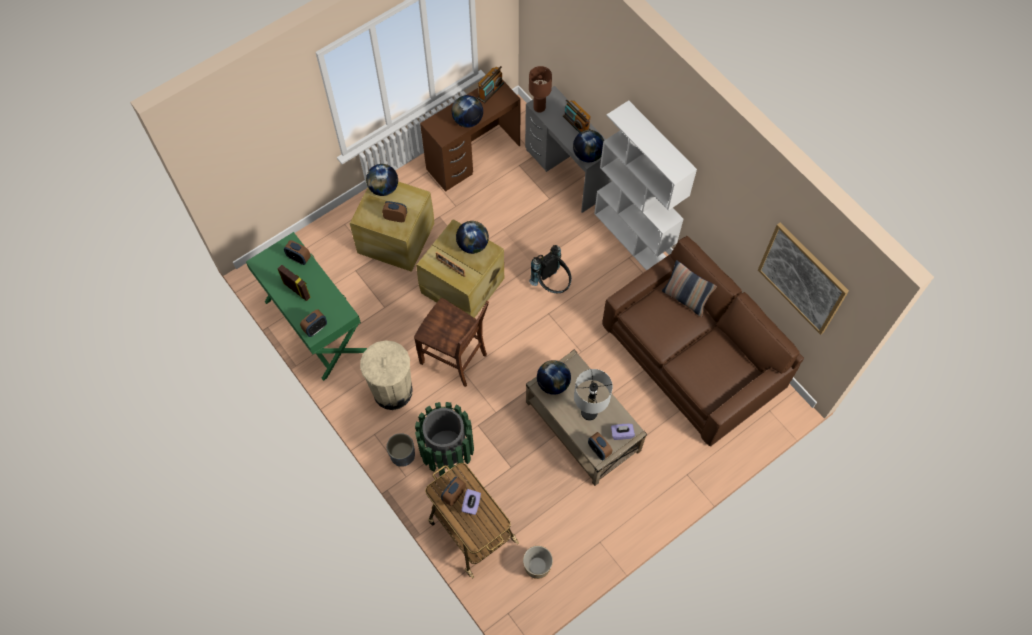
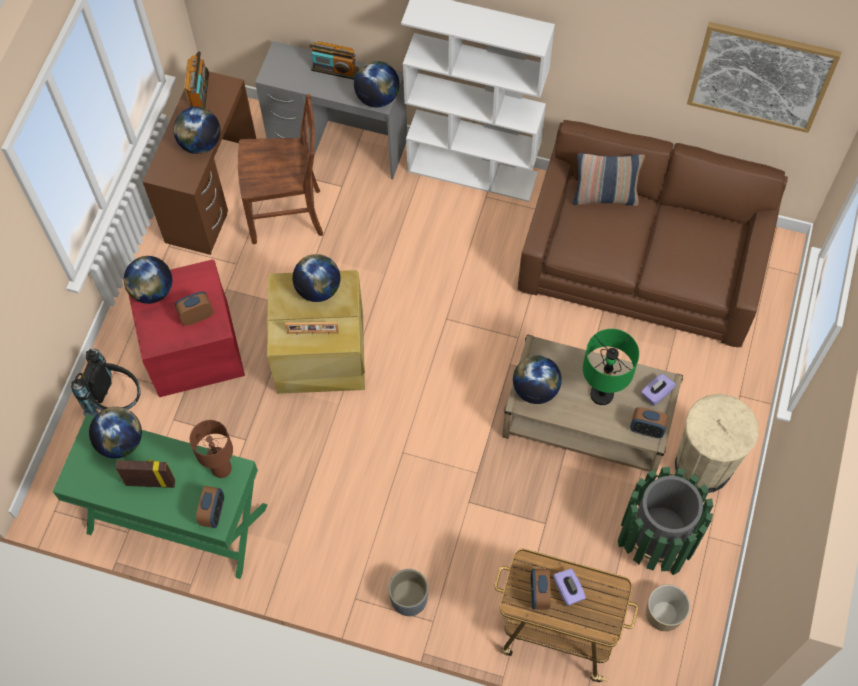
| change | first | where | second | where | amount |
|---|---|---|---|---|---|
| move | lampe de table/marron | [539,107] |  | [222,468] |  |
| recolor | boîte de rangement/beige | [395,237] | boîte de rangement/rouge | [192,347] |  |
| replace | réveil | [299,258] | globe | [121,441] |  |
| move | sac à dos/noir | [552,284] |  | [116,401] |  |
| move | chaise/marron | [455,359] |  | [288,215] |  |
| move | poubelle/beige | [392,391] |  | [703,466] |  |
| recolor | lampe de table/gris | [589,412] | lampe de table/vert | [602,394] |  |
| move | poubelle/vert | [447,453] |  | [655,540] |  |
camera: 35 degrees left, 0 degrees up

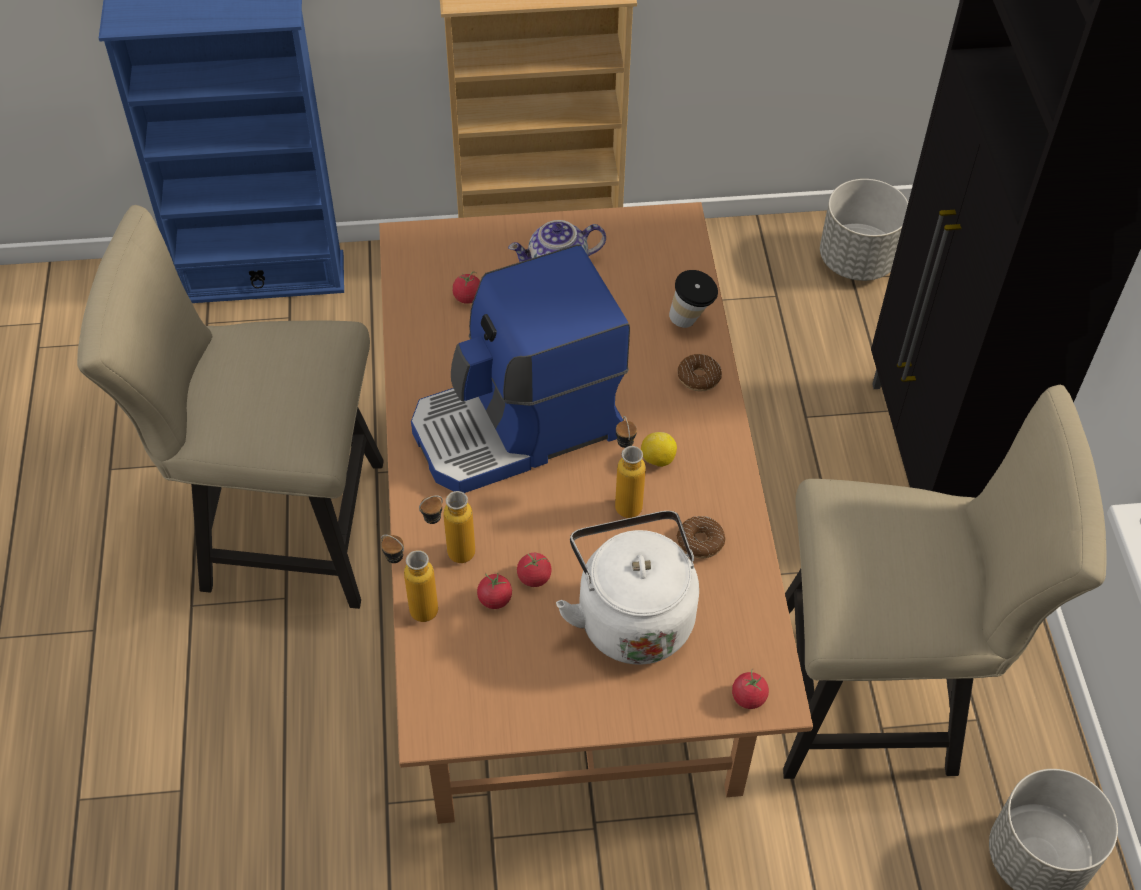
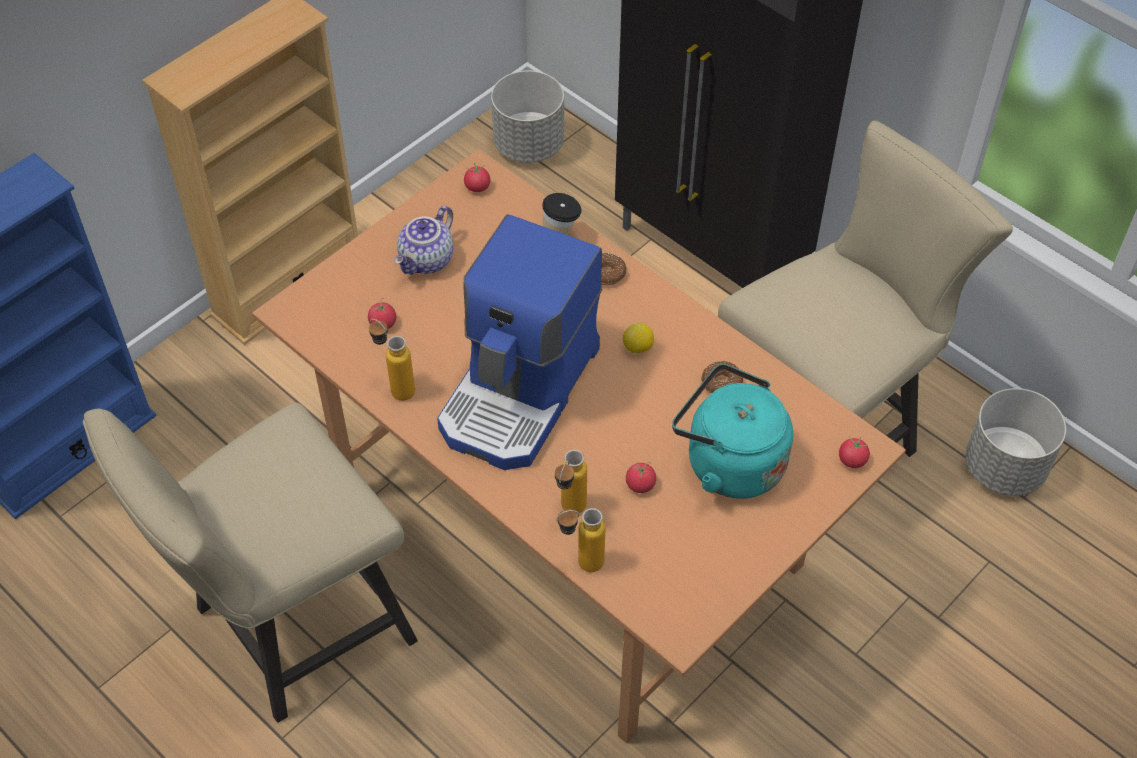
| change | first | where | second | where | amount |
|---|---|---|---|---|---|
| move | bouteille | [625,498] |  | [395,387] |  |
| recolor | bouilloire/blanc | [632,615] | bouilloire/turquoise | [729,462] |  |
| move | tomate | [495,599] |  | [477,187] |  |
camera: 40 degrees left, 0 degrees up

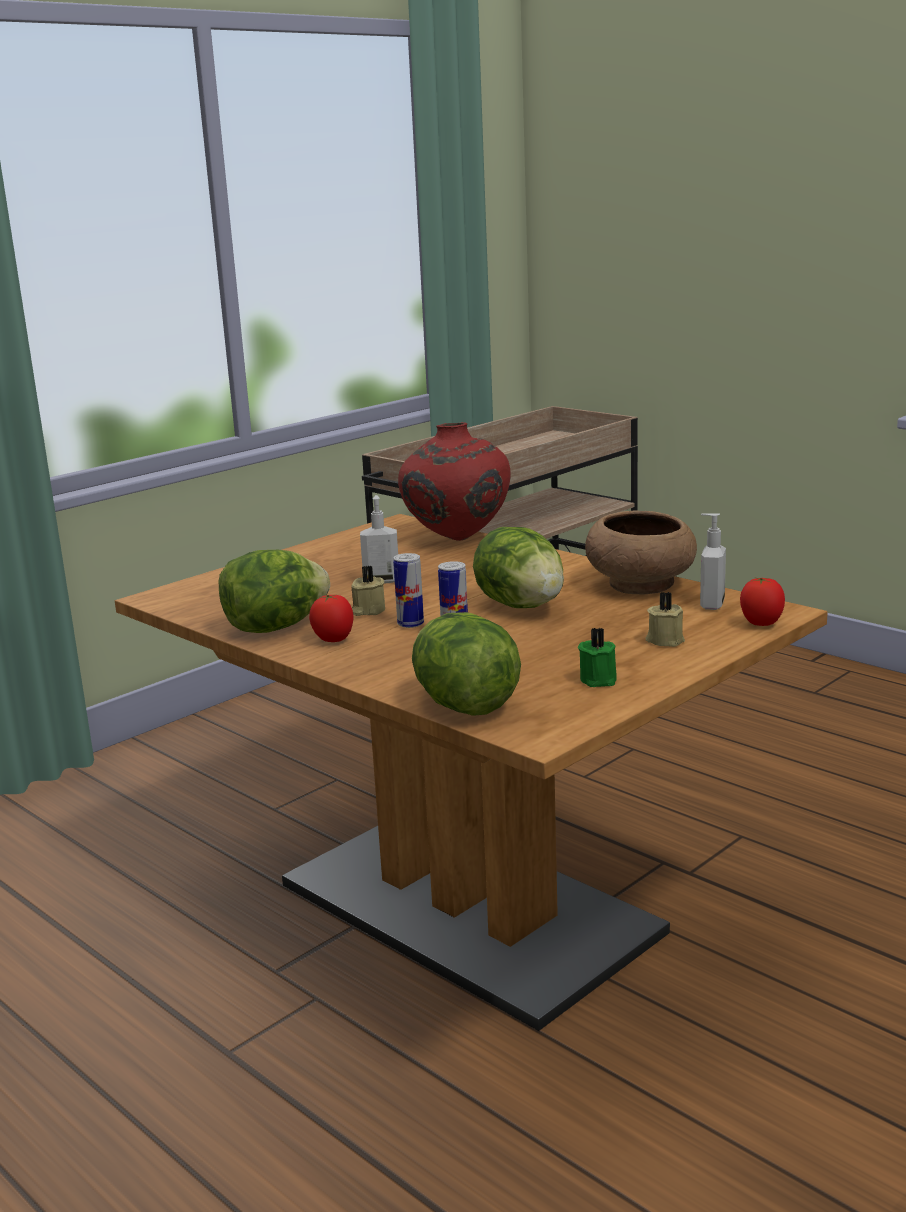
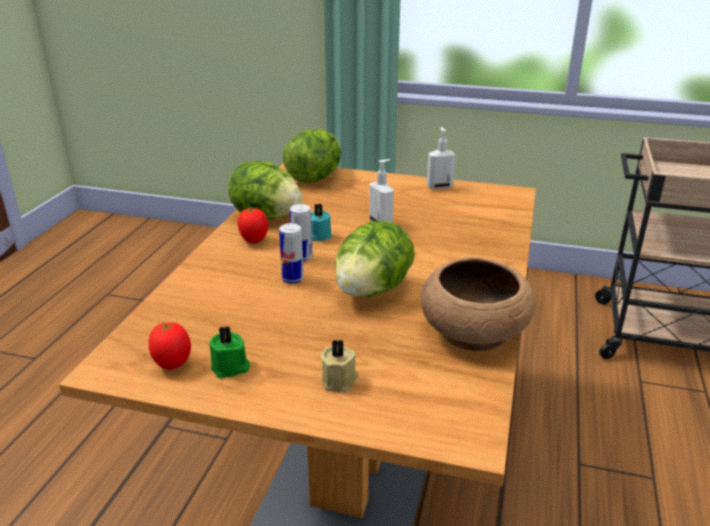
| change | first | where | second | where | amount |
|---|---|---|---|---|---|
| delete | vase/rouge | [456,539] |  |  |  |
| move | distributeur de savon | [711,604] |  | [439,187] |  |
| recolor | bougie/beige | [368,611] | bougie/turquoise | [318,235] |  |
| move | tomate | [761,624] |  | [173,364] |  |
| move | laitue | [464,705] |  | [314,178] |  |
camera: 60 degrees right, 10 degrees up

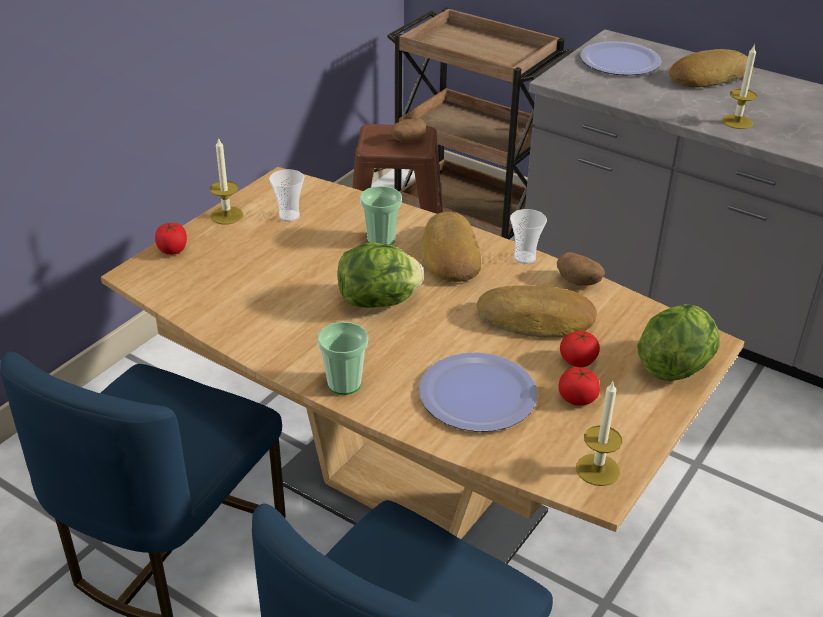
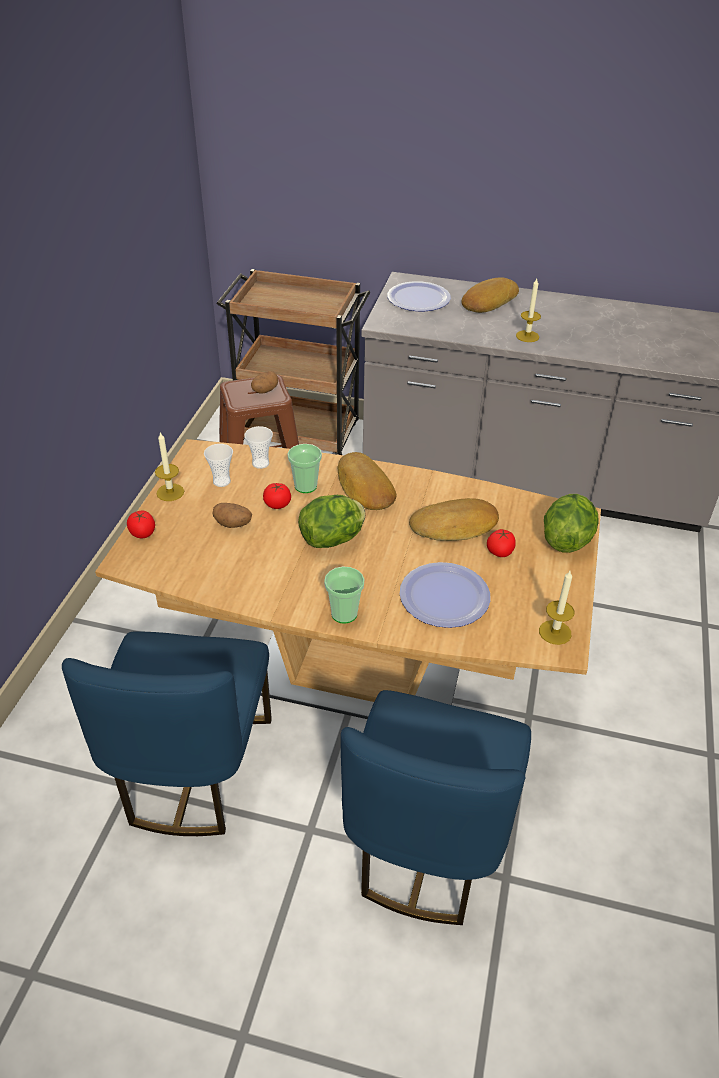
| change | first | where | second | where | amount |
|---|---|---|---|---|---|
| move | tasse | [524,257] |  | [260,463] |  |
| move | pomme de terre | [579,282] |  | [233,524] |  |
| move | tomate | [577,398] |  | [277,504] |  |
camera: 20 degrees left, 5 degrees up

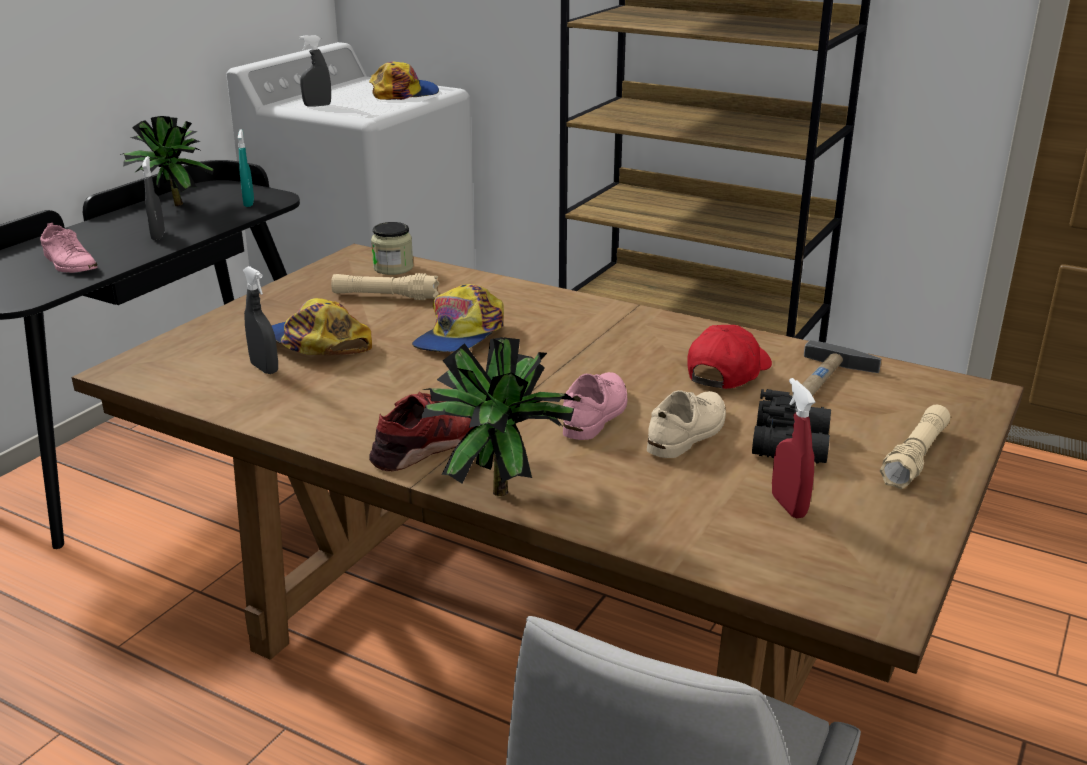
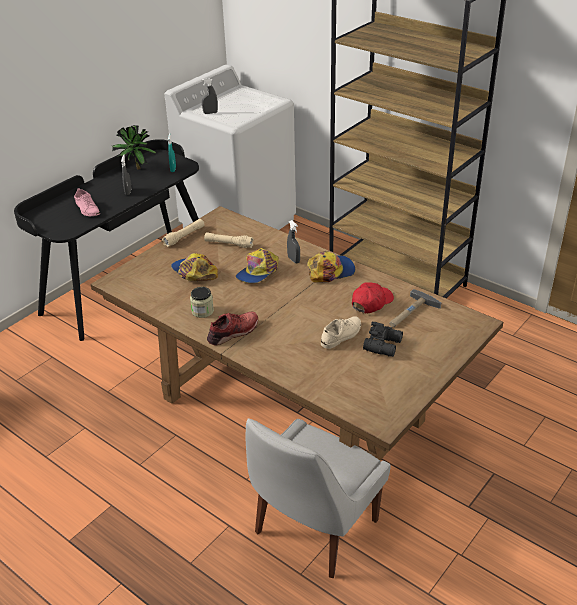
| change | first | where | second | where | amount |
|---|---|---|---|---|---|
| move | casquette | [404,93] |  | [330,271] |  |
| move | bocal | [393,268] |  | [202,311] |  |
| move | vaporisateur/gris | [264,368] |  | [293,260] |  |
| delete | plante en pot | [498,487] |  |  |  |
| delete | chaussure/rose | [596,413] |  |  |  |
| delete | vaporisateur/rouge | [788,506] |  |  |  |
| move | lampe de poche/beige | [915,457] |  | [184,236] |  |
camera: 10 degrees right, 10 degrees up

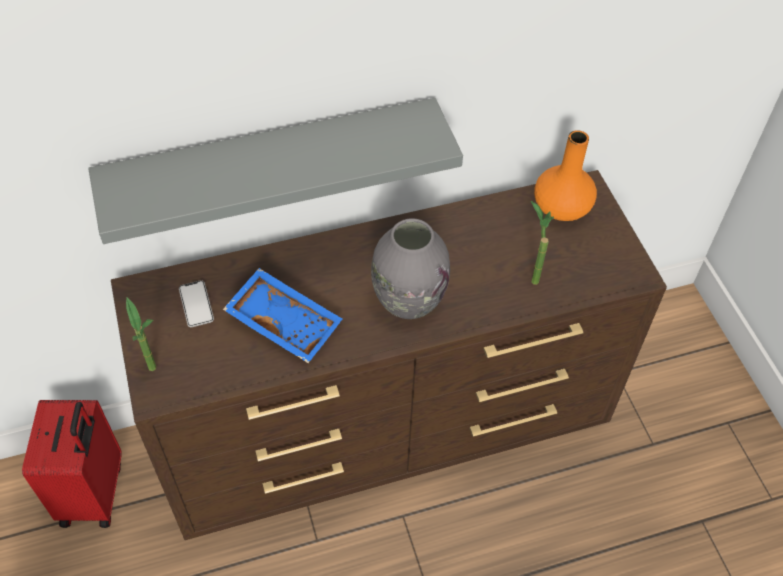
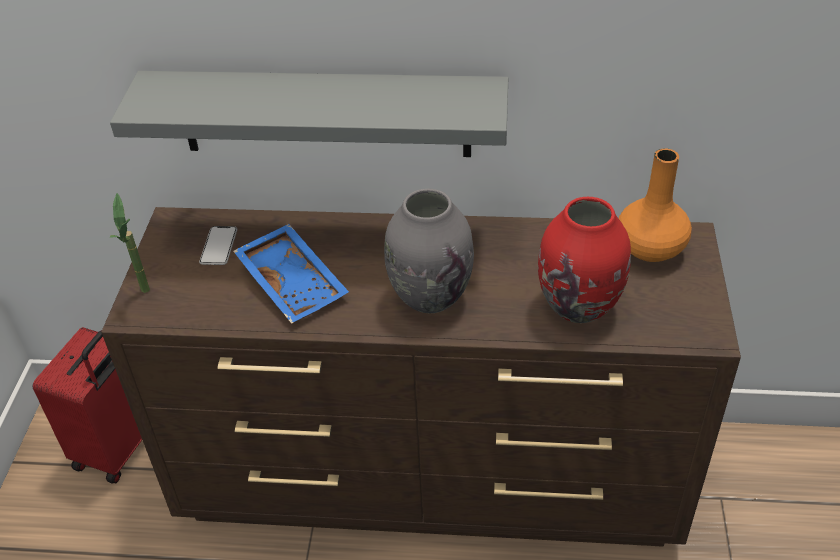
| change | first | where | second | where | amount |
|---|---|---|---|---|---|
| replace | plante en pot | [531,275] | vase/rouge | [579,305] |  |
camera: 25 degrees right, 10 degrees down

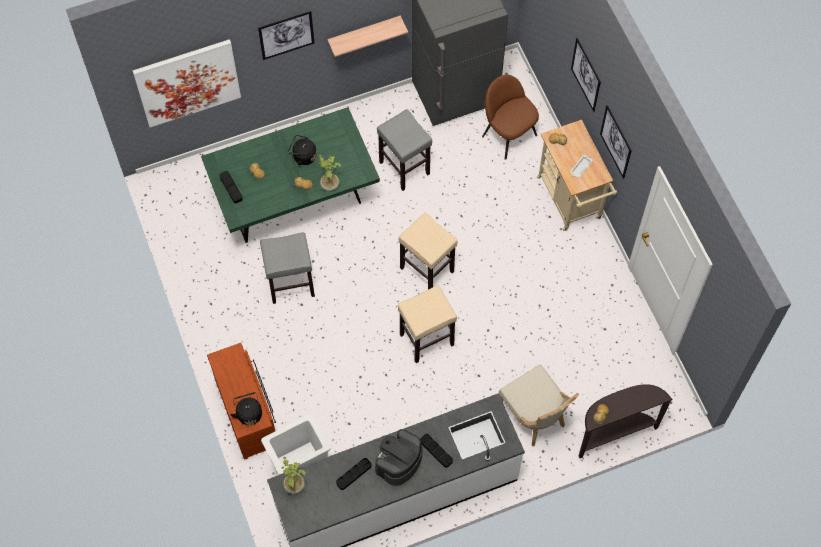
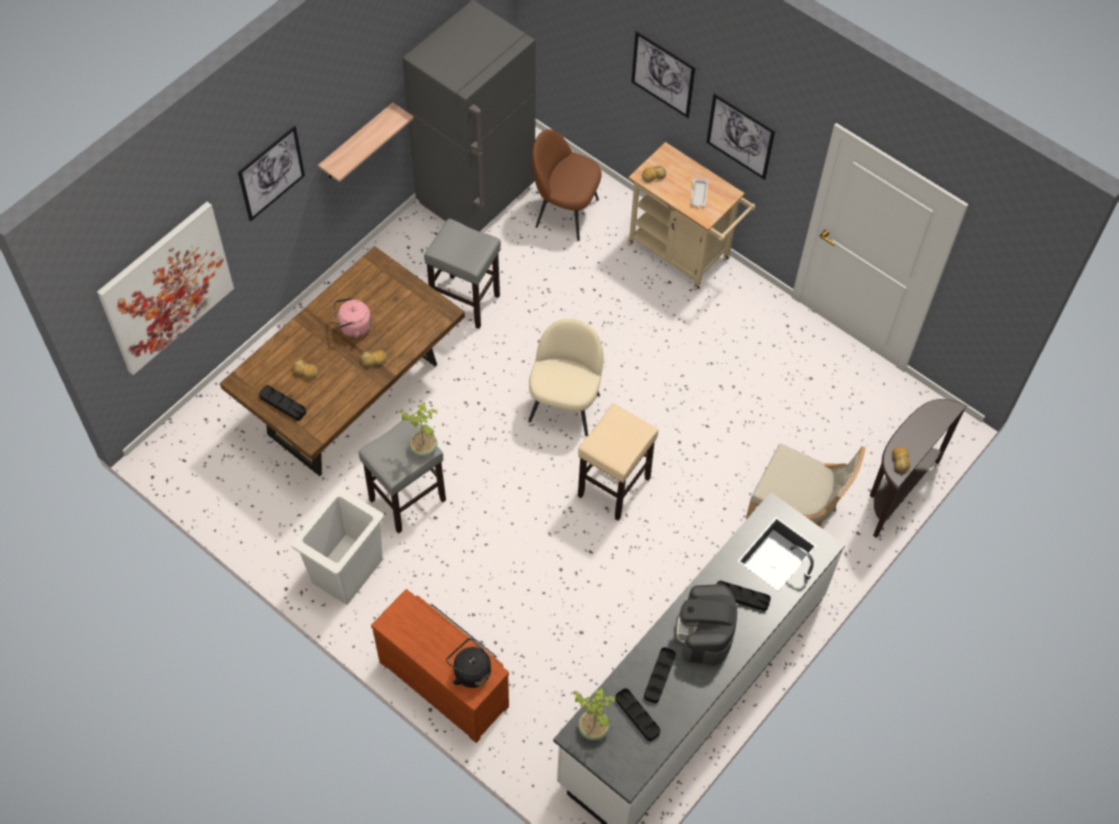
| change | first | where | second | where | amount |
|---|---|---|---|---|---|
| recolor | table à manger/vert | [294,202] | table à manger/marron | [353,400] |  |
| recolor | bouilloire/noir | [303,156] | bouilloire/rose | [353,327] |  |
| move | plante en pot | [330,185] |  | [423,447] |  |
| replace | tabouret/beige | [427,270] | chaise/beige | [565,406] |  |
| move | poubelle/blanc | [300,466] |  | [346,572] |  |
| insert |  |  | plateau/noir | [637,715] |  |
camera: 30 degrees left, 5 degrees down

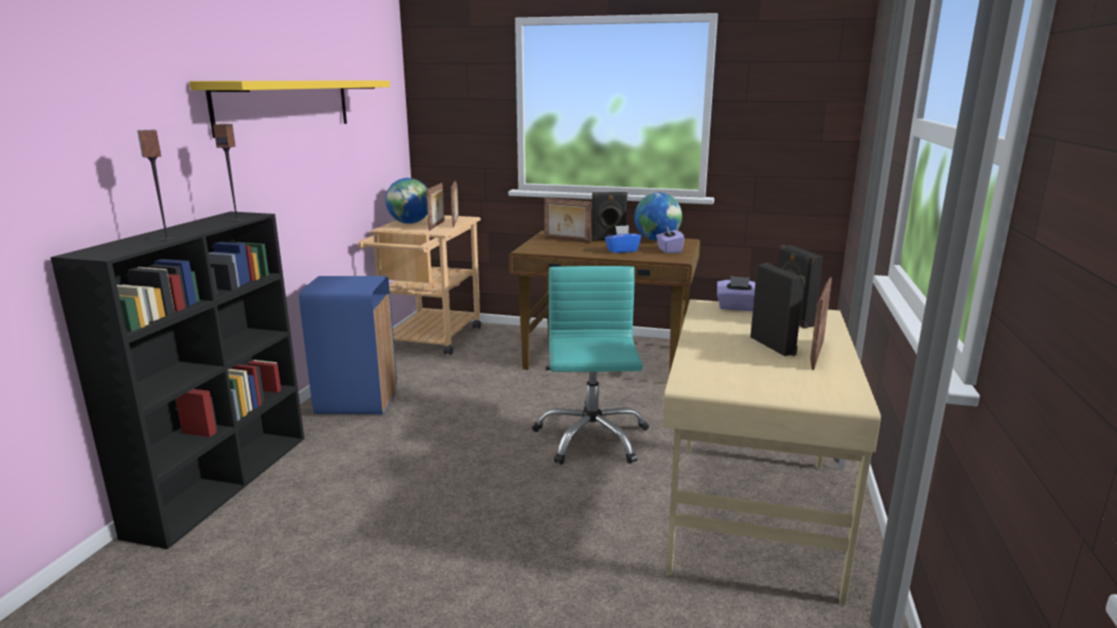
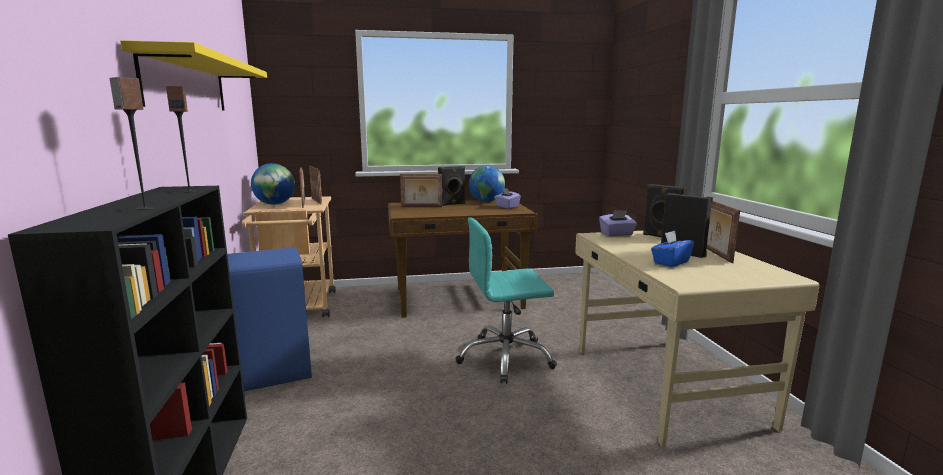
| change | first | where | second | where | amount |
|---|---|---|---|---|---|
| move | boîte à mouchoirs/bleu | [622,250] |  | [670,262] |  |
| rotate | chaise de bureau/turquoise | [591,438] |  | [505,358] | 75 degrees counterclockwise |
camera: 25 degrees left, 5 degrees down

